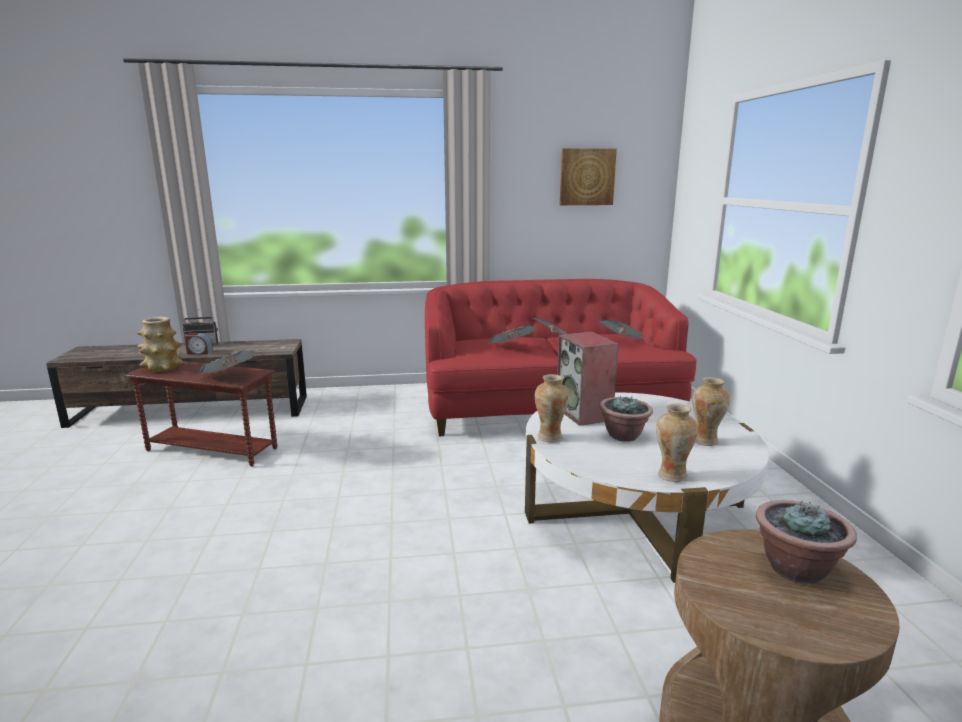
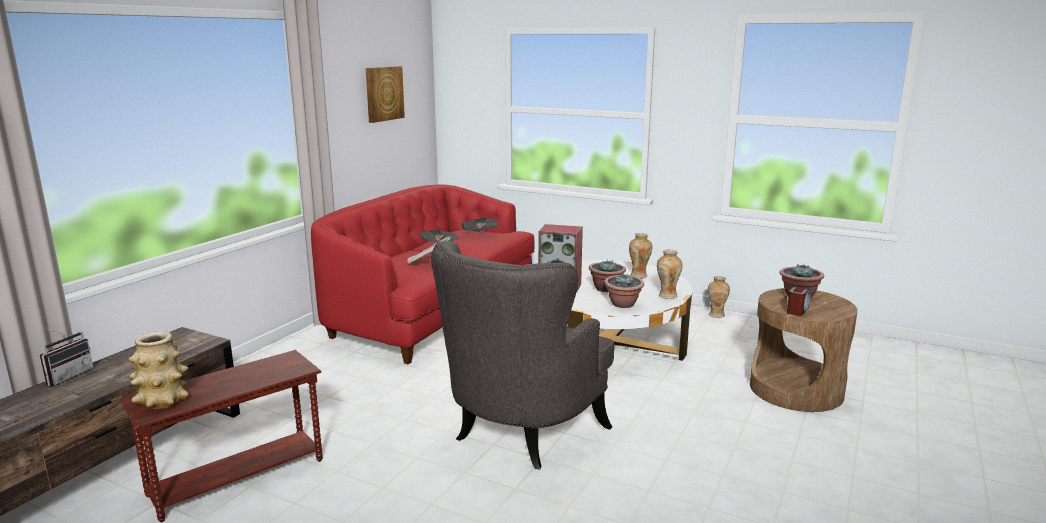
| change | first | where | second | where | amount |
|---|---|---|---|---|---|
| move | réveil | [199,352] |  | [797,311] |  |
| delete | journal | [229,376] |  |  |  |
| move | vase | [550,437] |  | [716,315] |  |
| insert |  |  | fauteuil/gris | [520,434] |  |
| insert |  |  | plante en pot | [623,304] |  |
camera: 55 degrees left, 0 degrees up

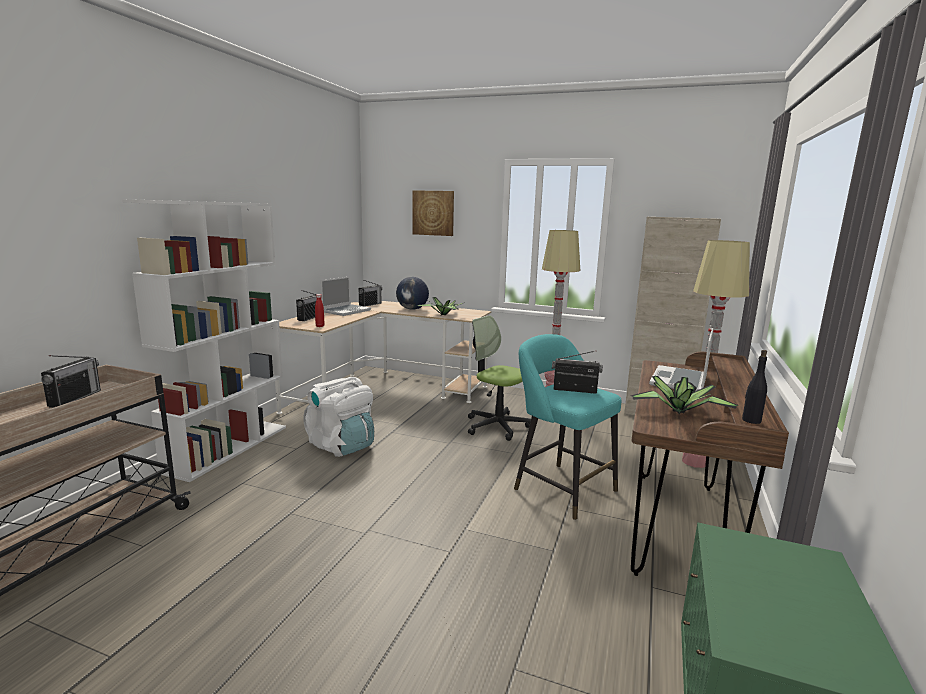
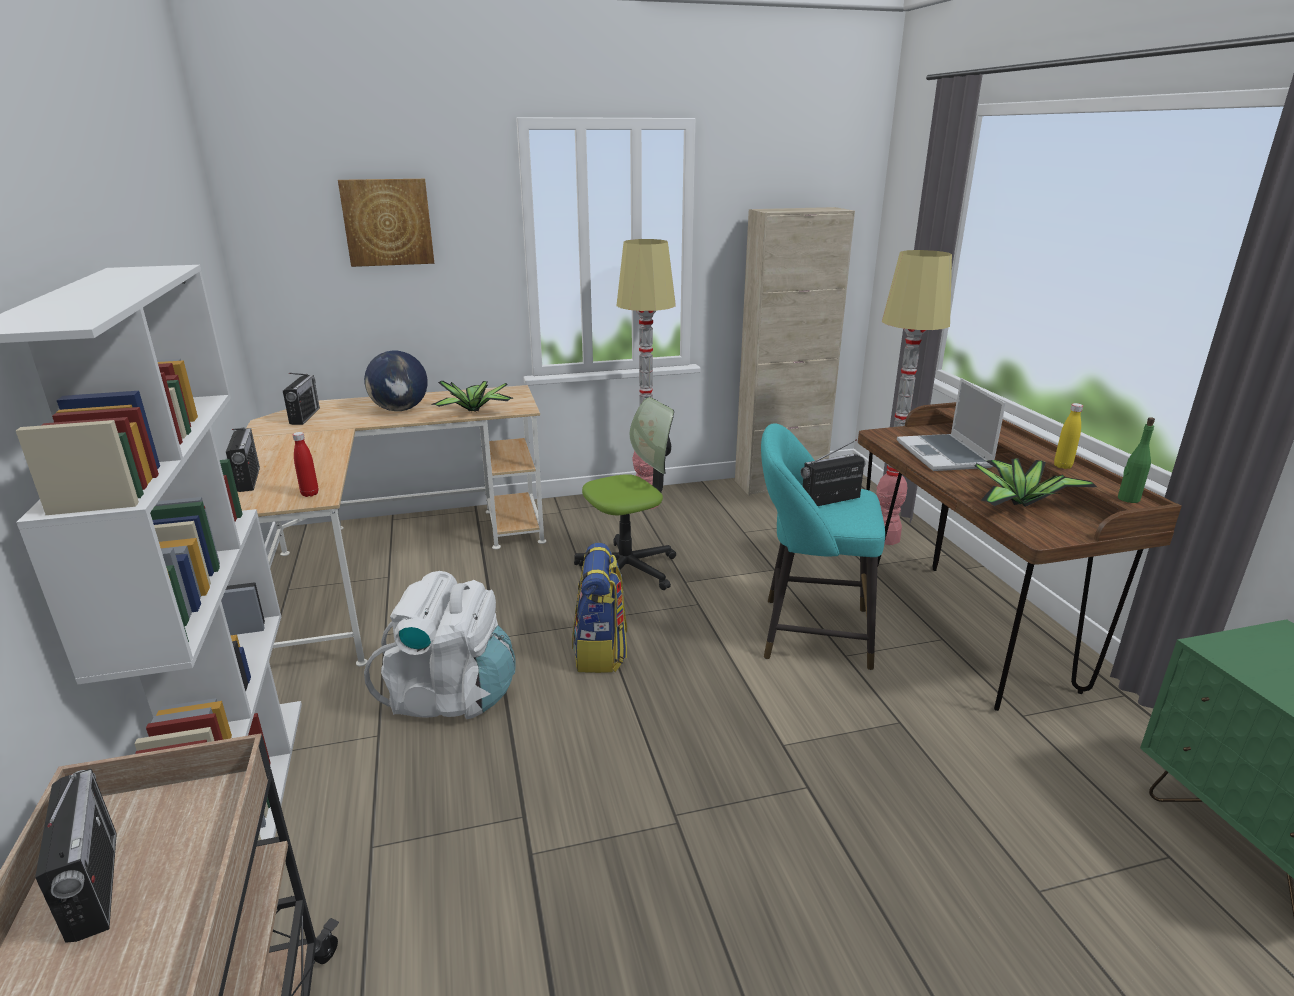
| change | first | where | second | where | amount |
|---|---|---|---|---|---|
| delete | ordinateur portable | [346,311] |  |  |  |
| rotate | chaise de bureau | [496,426] |  | [628,569] | 150 degrees clockwise |
| recolor | bouteille/noir | [751,420] | bouteille/vert | [1128,499] |  |
| insert |  |  | bouteille/jaune | [1062,466] |  |
| insert |  |  | sac à dos | [601,652] |  |
camera: 35 degrees left, 10 degrees up

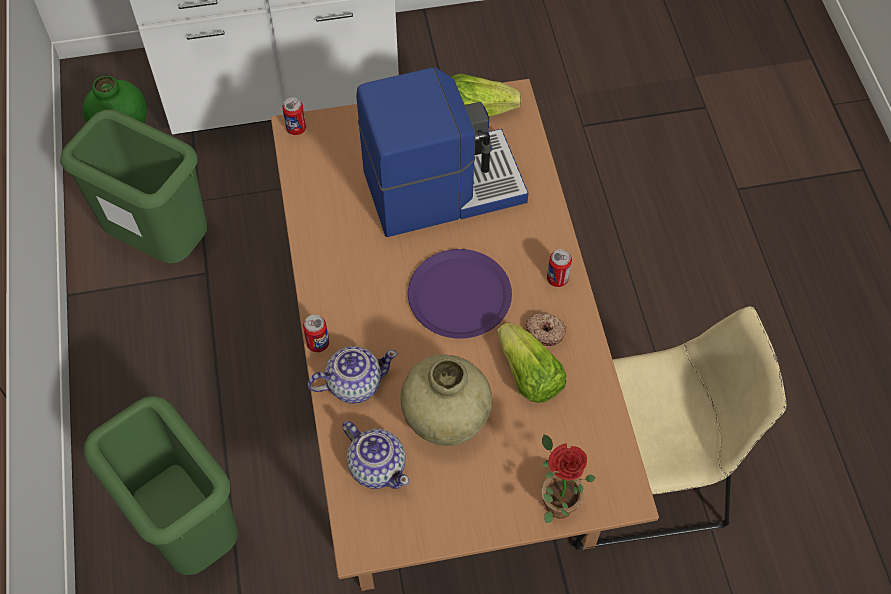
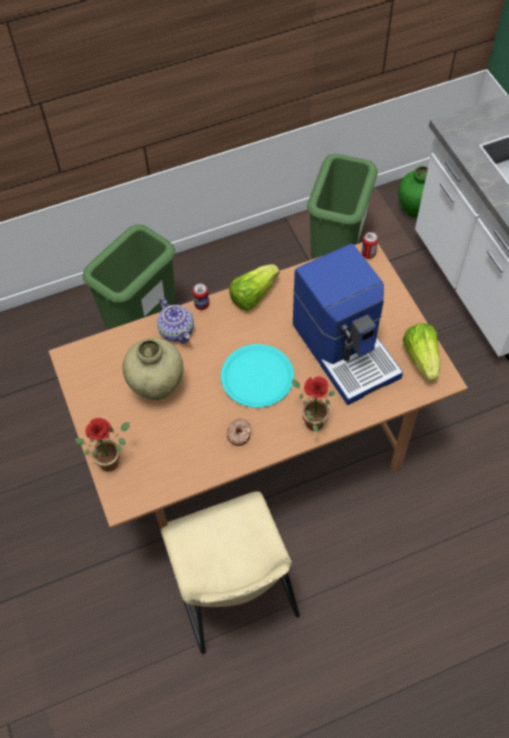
| change | first | where | second | where | amount |
|---|---|---|---|---|---|
| recolor | assiette/violet | [459,295] | assiette/turquoise | [257,376] |  |
| delete | boîte métallique | [557,279] |  |  |  |
| move | laitue | [529,375] |  | [253,295] |  |
| delete | théière | [377,466] |  |  |  |
| insert |  |  | plante en pot | [310,421] |  |
camera: 80 degrees right, 0 degrees up

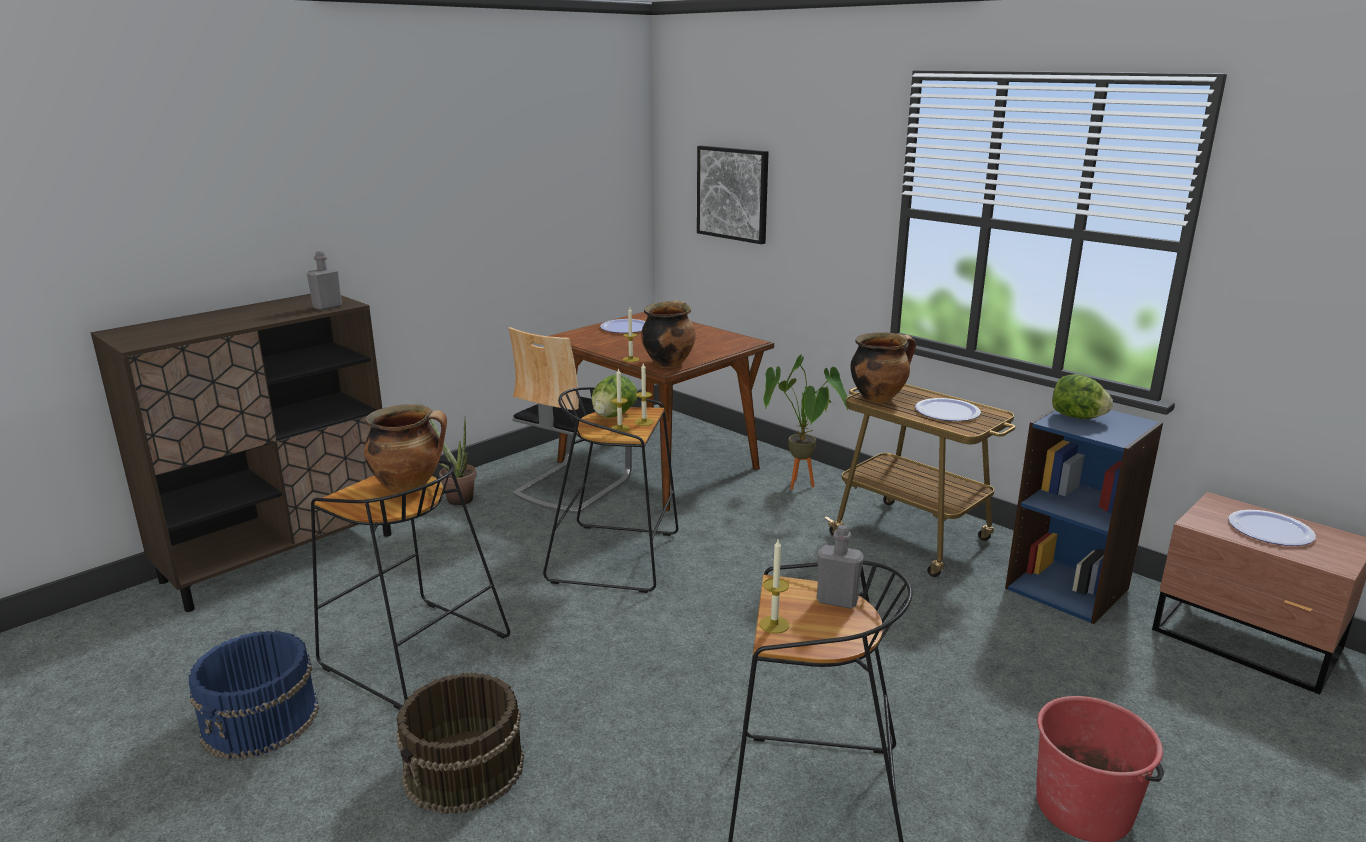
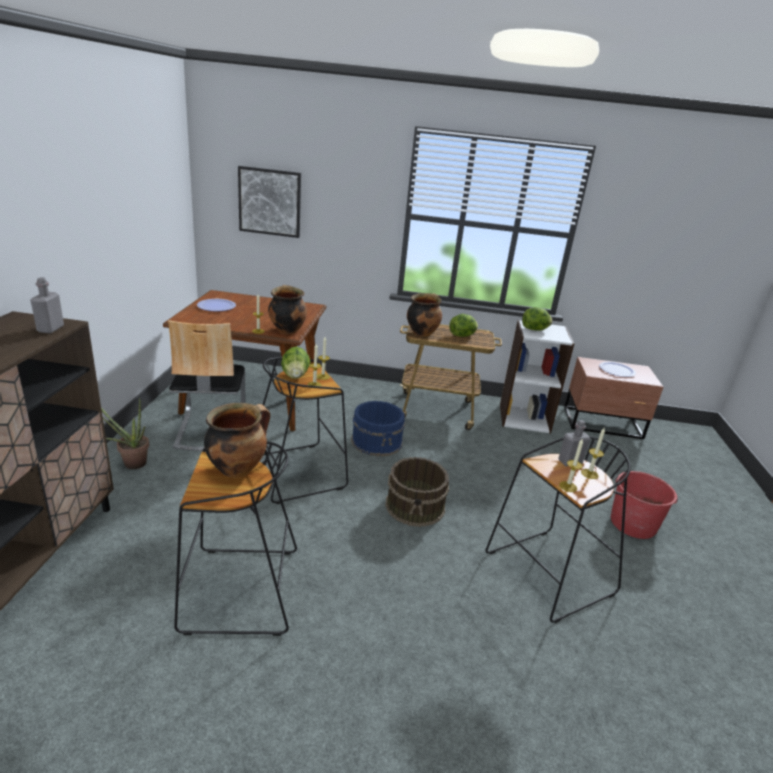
| change | first | where | second | where | amount |
|---|---|---|---|---|---|
| delete | plante en pot | [800,488] |  |  |  |
| replace | assiette | [947,411] | laitue | [462,336] |  |
| recolor | bibliothèque/bleu | [1067,588] | bibliothèque/blanc | [524,418] |  |
| move | seau/bleu | [261,720] |  | [377,441] |  |
| move | seau/marron | [464,770] |  | [415,506] |  |
| insert |  |  | bougie | [589,474] |  |
camera: 40 degrees left, 5 degrees up

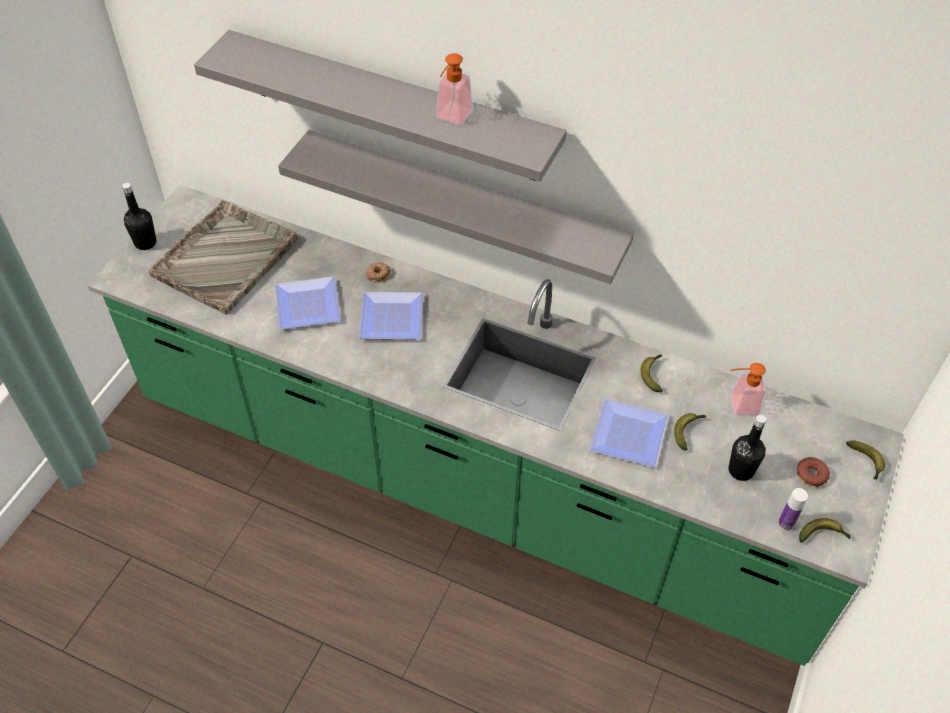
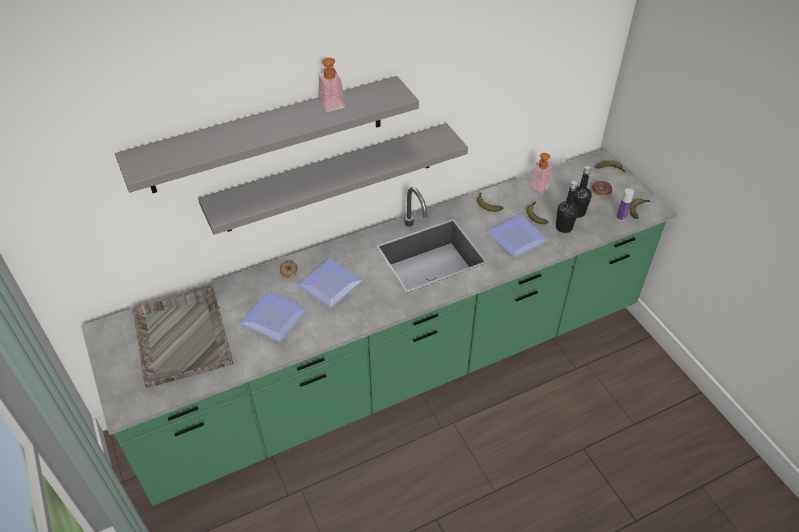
| change | first | where | second | where | amount |
|---|---|---|---|---|---|
| move | bouteille/noir | [145,243] |  | [564,227] |  |
camera: 50 degrees left, 5 degrees down

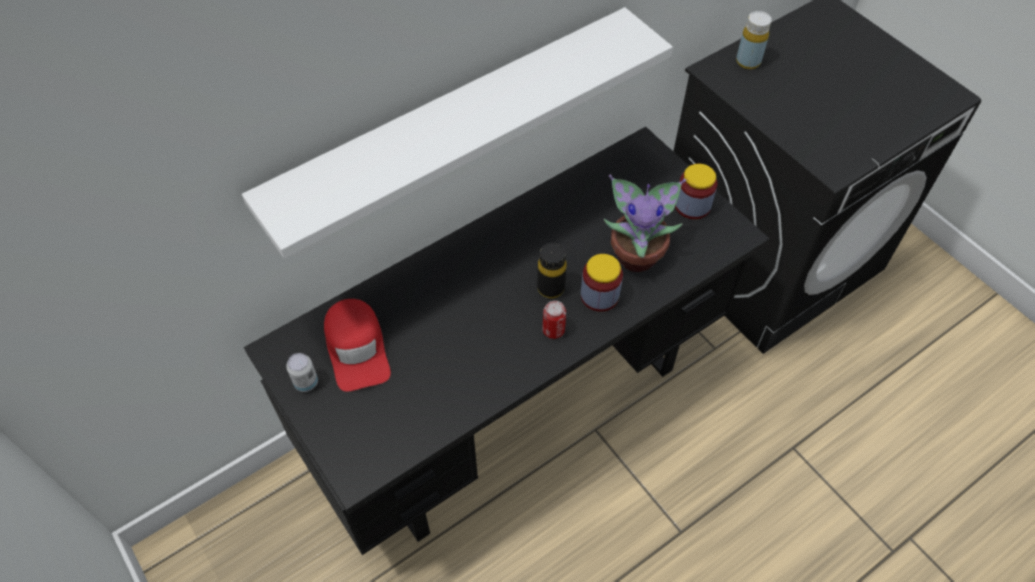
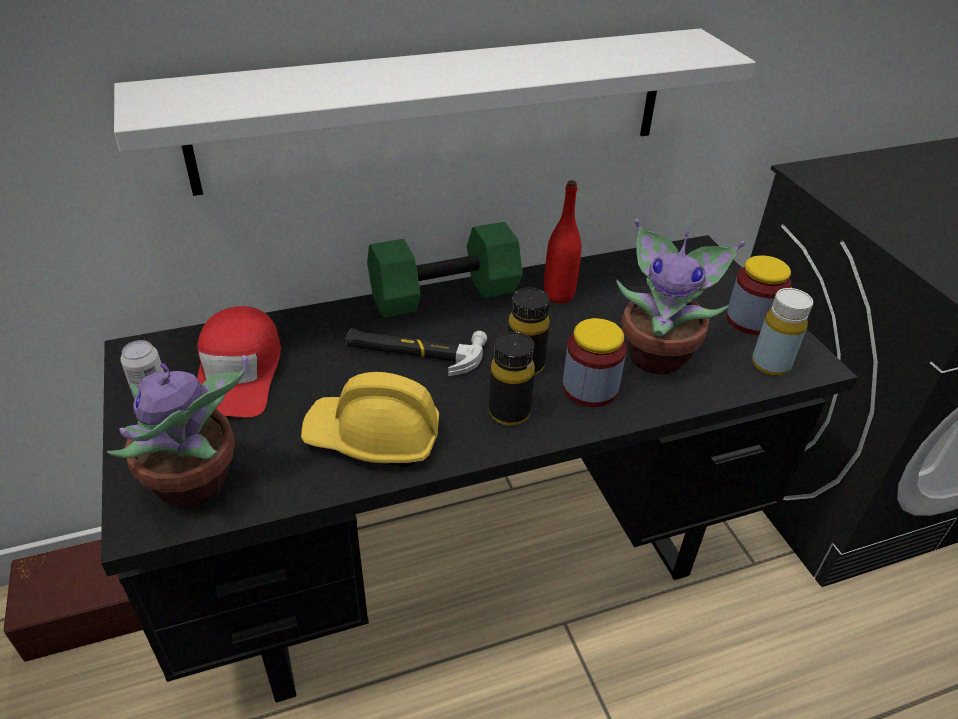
| change | first | where | second | where | amount |
|---|---|---|---|---|---|
| move | bouteille/jaune | [748,62] |  | [770,364] |  |
| replace | boîte métallique | [553,330] | bouteille/noir | [509,412] |  |
| insert |  |  | bouteille/rouge | [558,295] |  |
| insert |  |  | haltère/vert | [443,296] |  |
| insert |  |  | marteau | [414,351] |  |
| insert |  |  | plante en pot | [194,484] |  |
| insert |  |  | casque de chantier/jaune | [373,437] |  |
| insert |  |  | boîte de rangement/marron | [88,606] |  |
camera: 15 degrees right, 15 degrees down

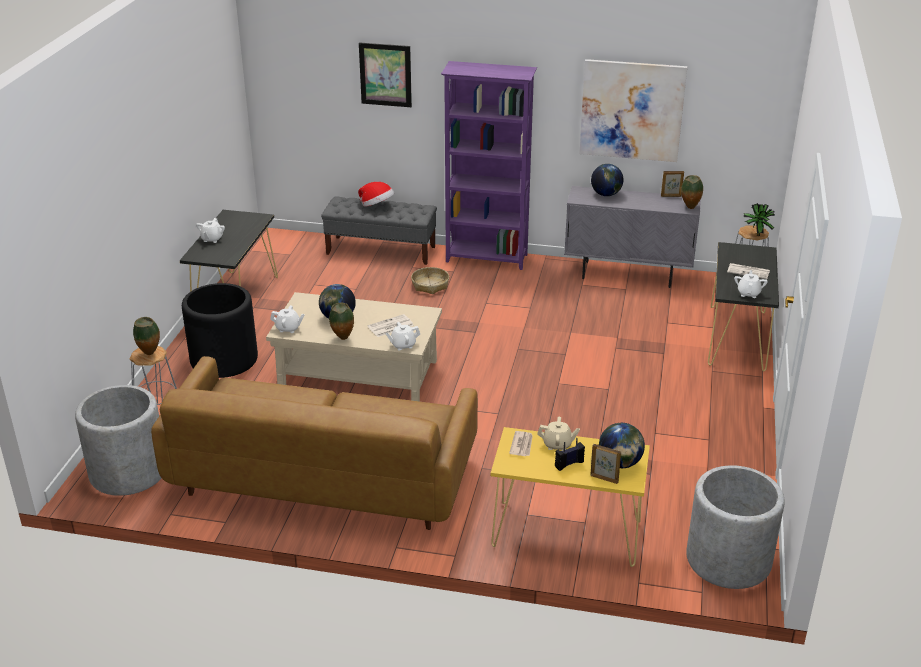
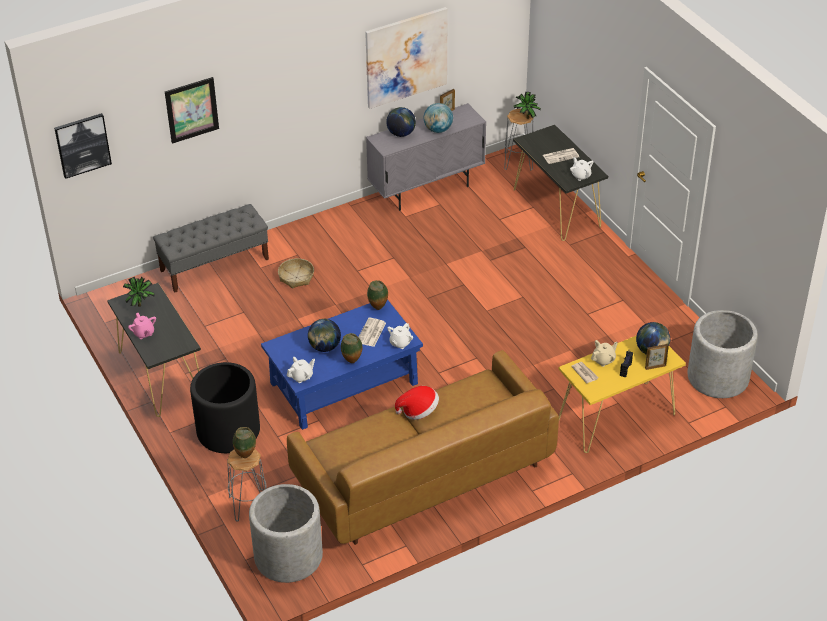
| change | first | where | second | where | amount |
|---|---|---|---|---|---|
| delete | bibliothèque/violet | [487,259] |  |  |  |
| move | vase | [690,208] |  | [378,309] |  |
| move | chapeau | [377,206] |  | [418,411] |  |
| recolor | théière/blanc | [212,239] | théière/rose | [143,333] |  |
| recolor | table basse/beige | [357,374] | table basse/bleu | [343,383] |  |
| insert |  |  | globe | [438,130] |  |
| insert |  |  | tableau | [82,145] |  |
| insert |  |  | plante en pot | [140,304] |  |
camera: 40 degrees left, 10 degrees up

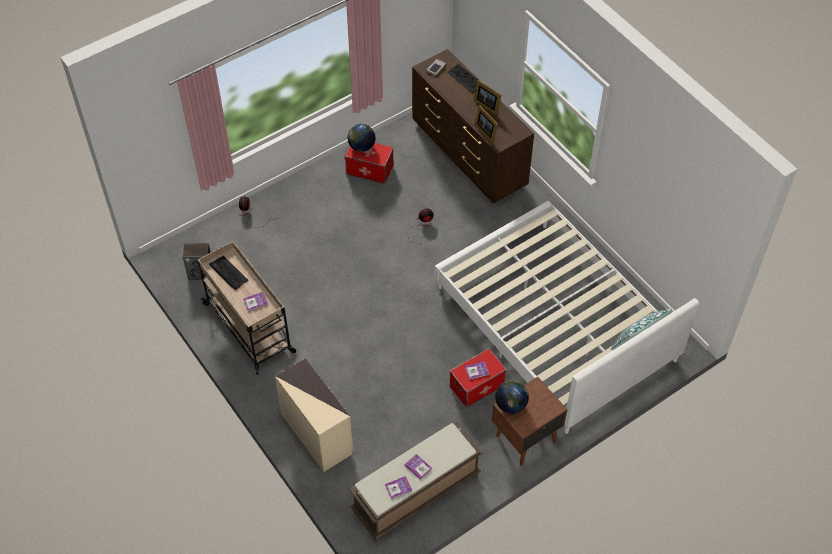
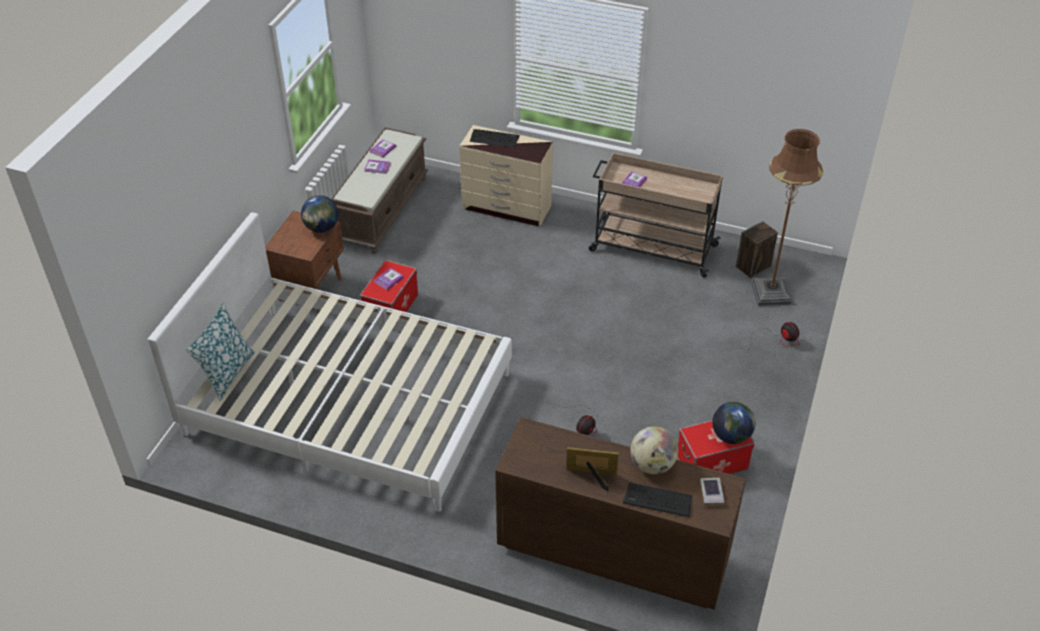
| change | first | where | second | where | amount |
|---|---|---|---|---|---|
| delete | cadre photo | [486,131] |  |  |  |
| move | clavier | [228,273] |  | [494,139] |  |
| insert |  |  | lampadaire/marron | [771,293] |  |
| insert |  |  | globe | [652,465] |  |
camera: 145 degrees right, 10 degrees down

